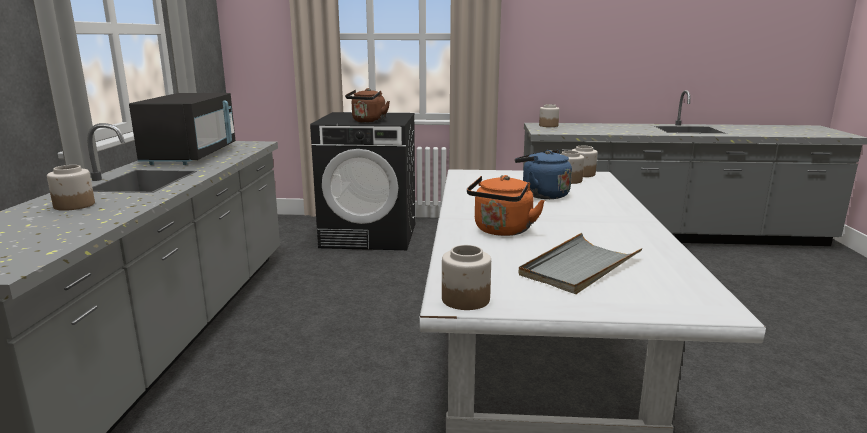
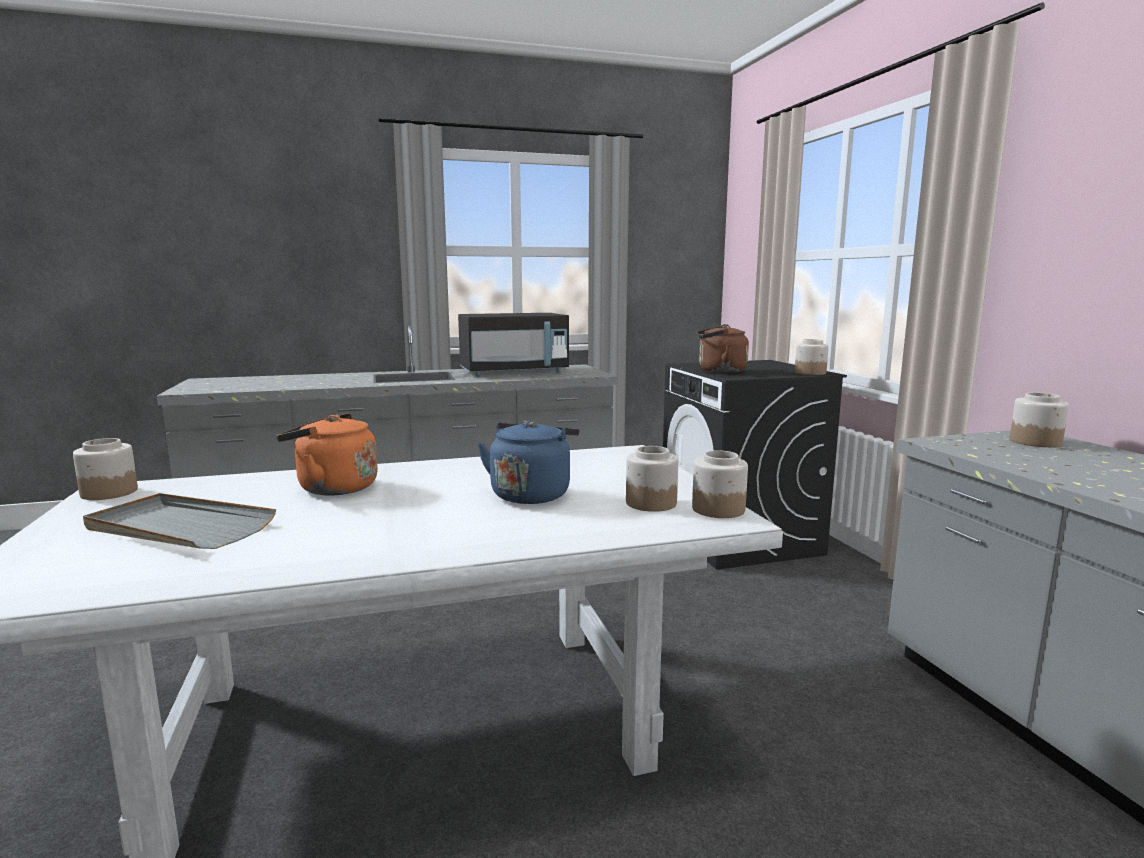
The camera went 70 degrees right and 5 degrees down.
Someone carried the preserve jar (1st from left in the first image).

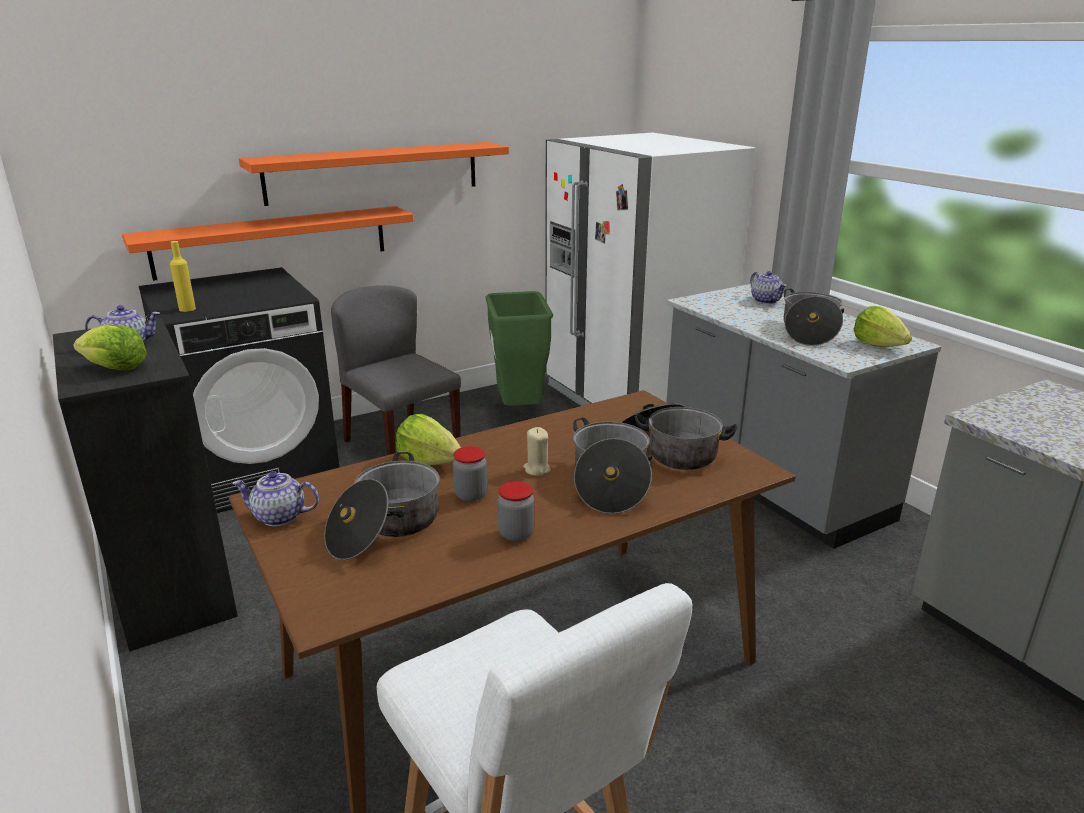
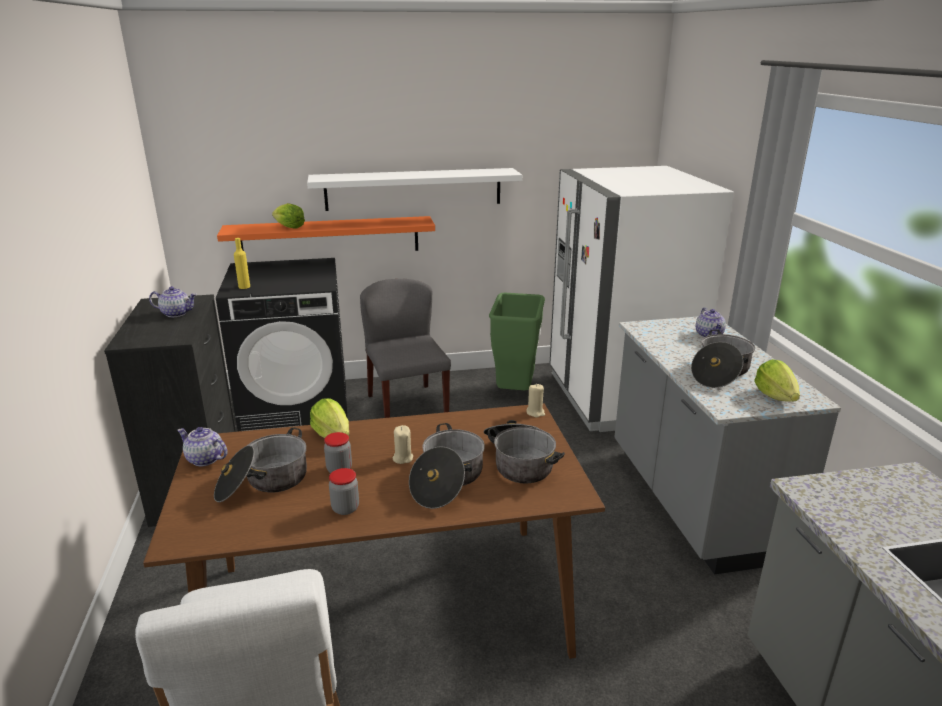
The camera went 20 degrees right and 0 degrees up.
Someone carried the lettuce head (1st from left).
Someone repainted the orange shelf (2nd from left), which became the whitish shelf.
Someone put down the beige wax candle (2nd from left).

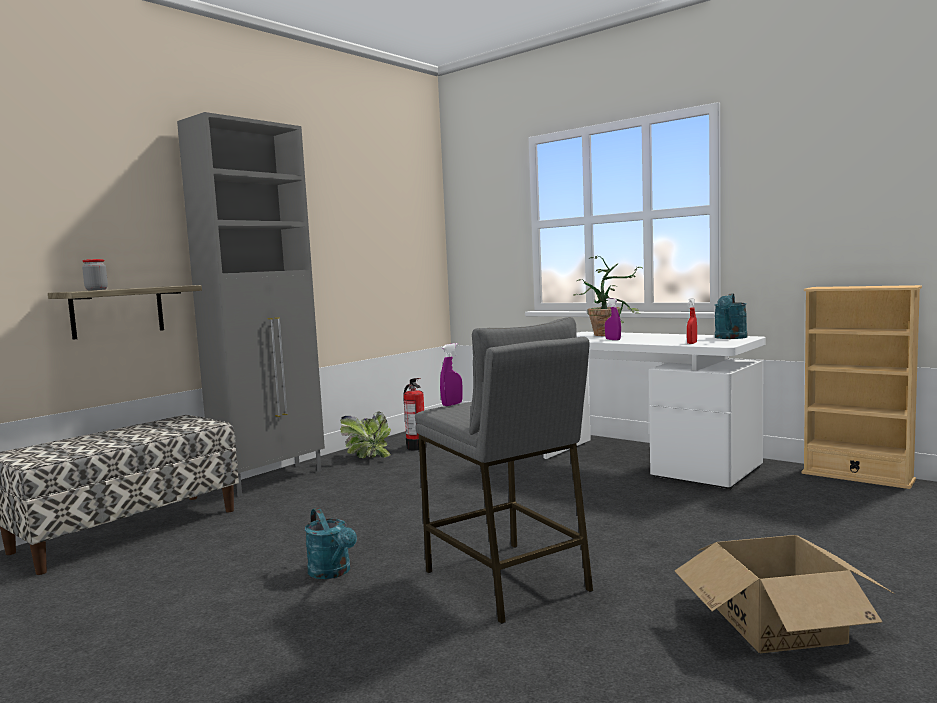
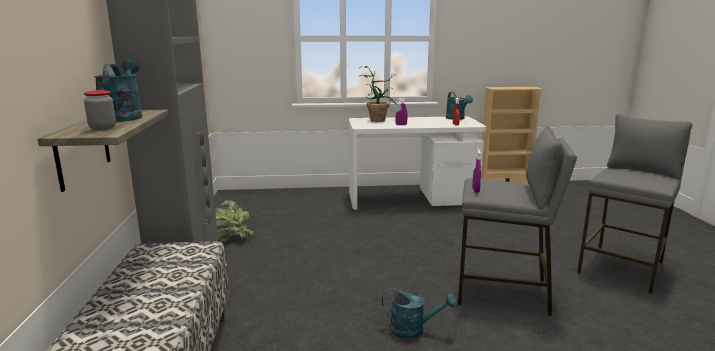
The camera went 45 degrees left and 10 degrees up.
Someone put down the turquoise-coloured watering pot (1st from left).
Someone swapped the packing box for the grey sitting stool (2nd from left).
Someone took away the extinguisher.

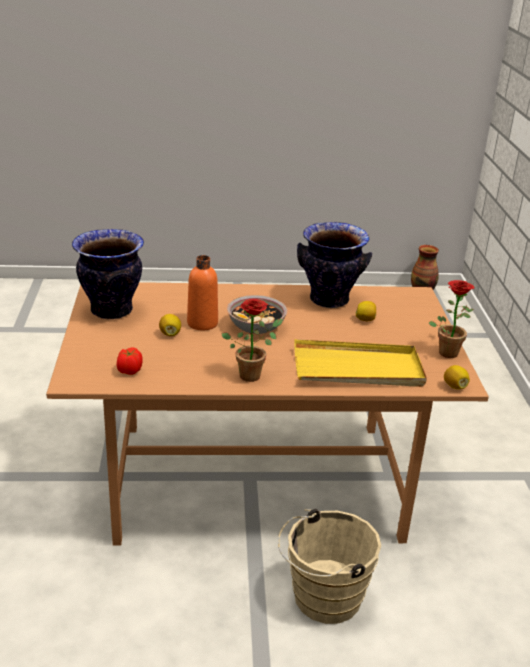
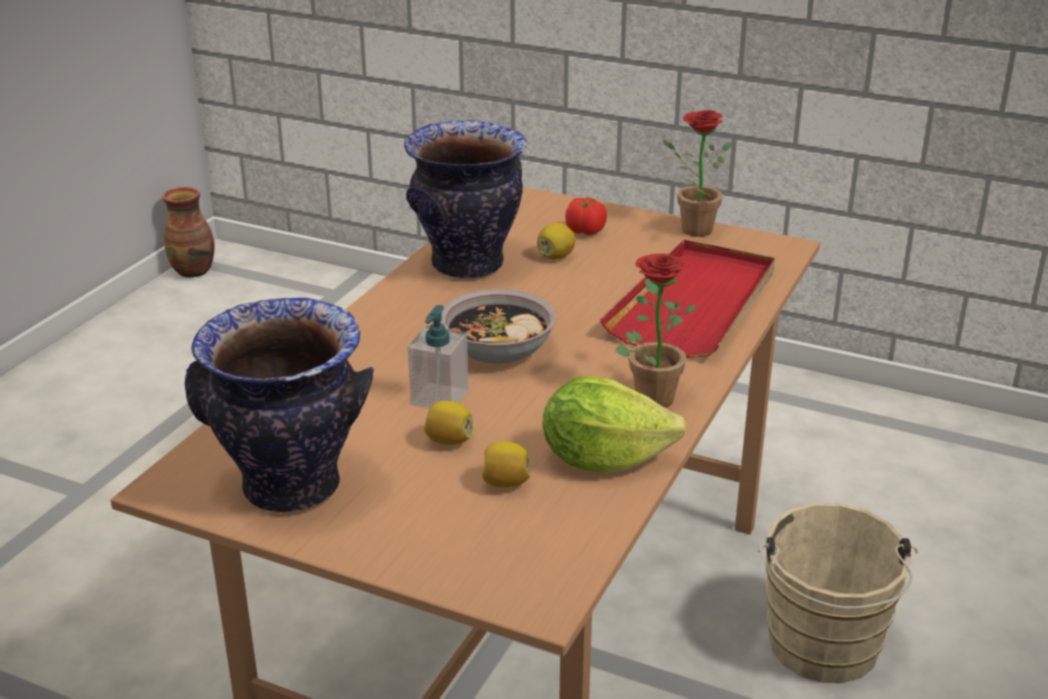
The camera went 60 degrees left and 0 degrees up.
Someone swapped the orange beverage bottle for the soap bottle.
Someone carried the citrus fruit (3rd from left in the first image).
Someone put down the lettuce head.
Someone carried the fresh tomato.
Someone repainted the yellow serving tray, which became the red-coloured serving tray.

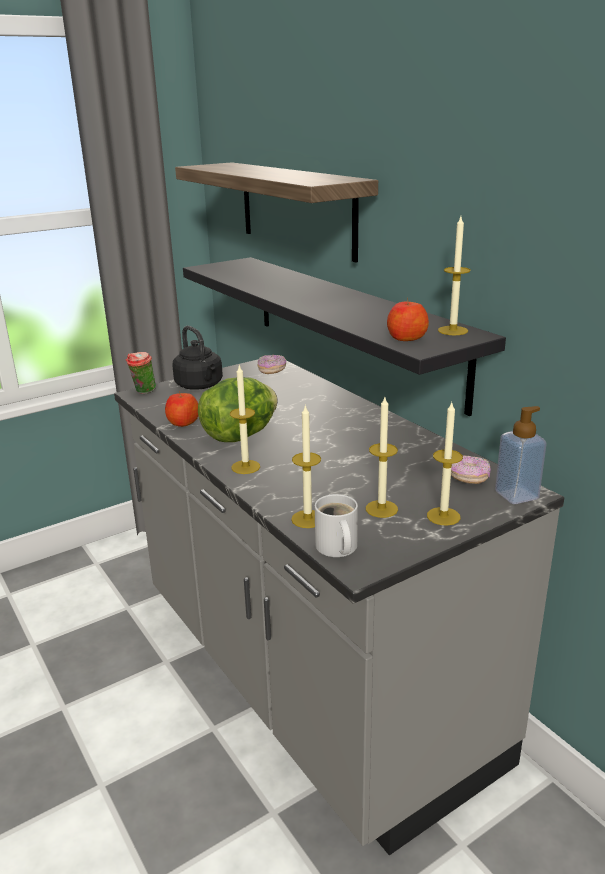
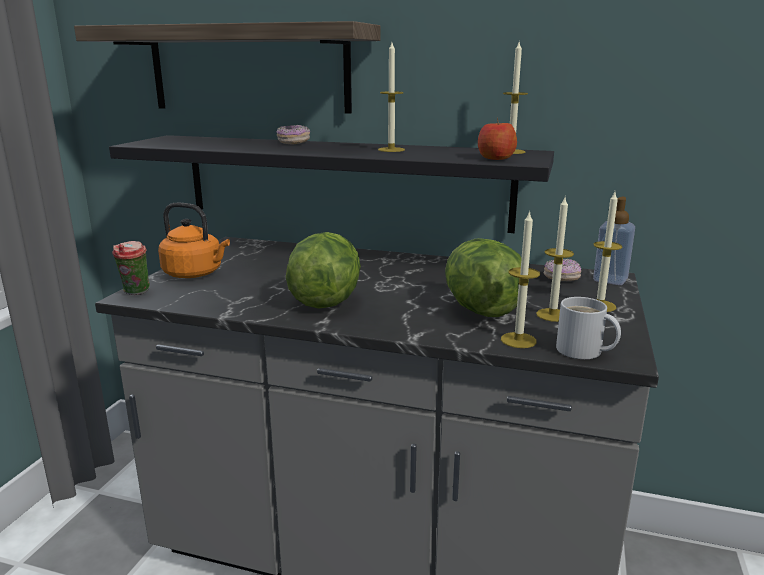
The camera went 40 degrees left and 5 degrees down.
Someone repainted the black-coloured kettle, which became the orange kettle.
Someone carried the ring doughnut (1st from left).
Someone carried the wax candle (1st from left).
Someone put down the lettuce head (2nd from left).
Someone took away the apple (1st from left).

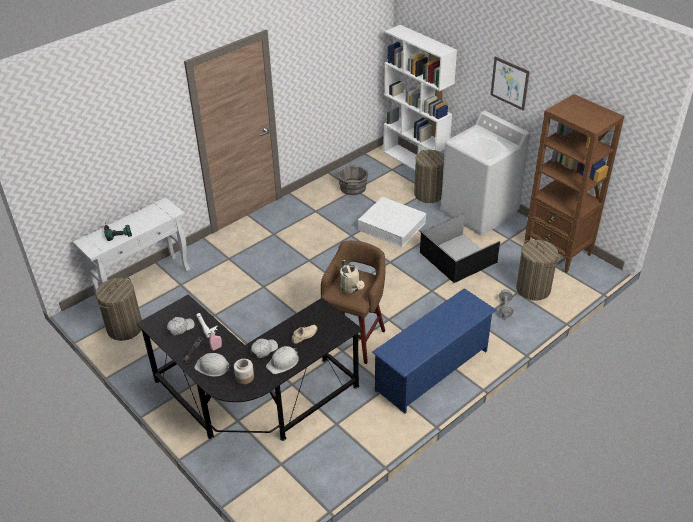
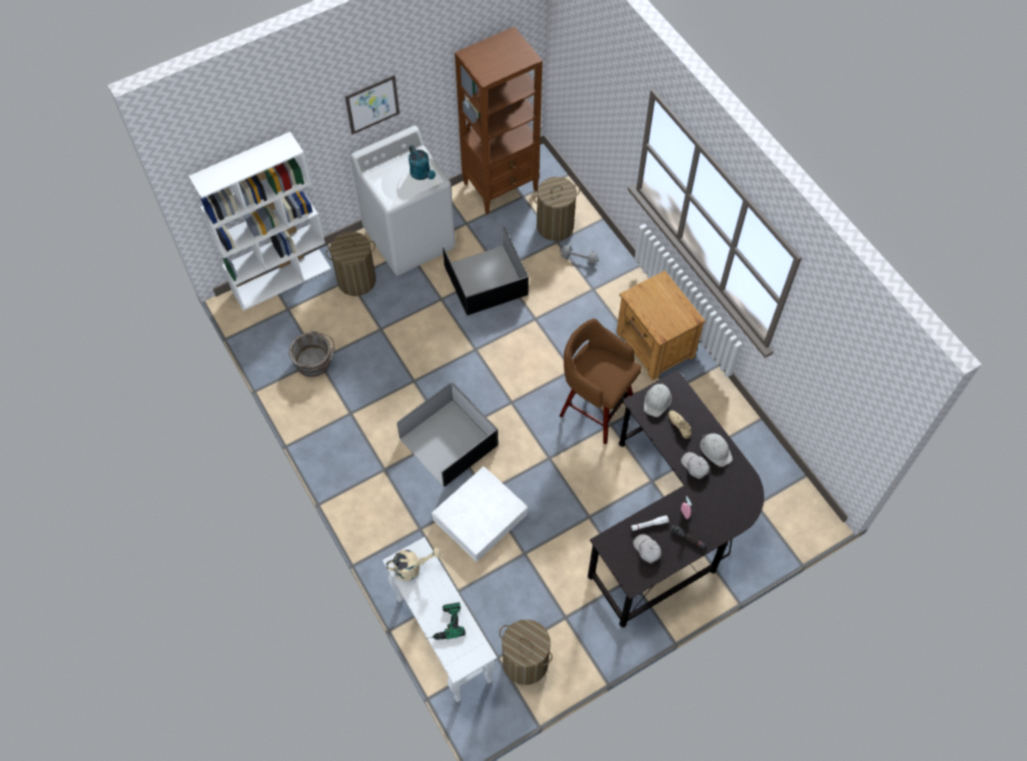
The camera went 80 degrees left and 20 degrees up.
Someone carried the beige watering pot.
Someone put down the black-coloured storage container (1st from left).
Someone put down the turquoise-coloured watering pot.
Someone carried the whitish storage container.
Someone swapped the blue shoe rack for the brown-coloured night table.
Someone carried the whitish hard hat (1st from left).
Someone took away the preserve jar.

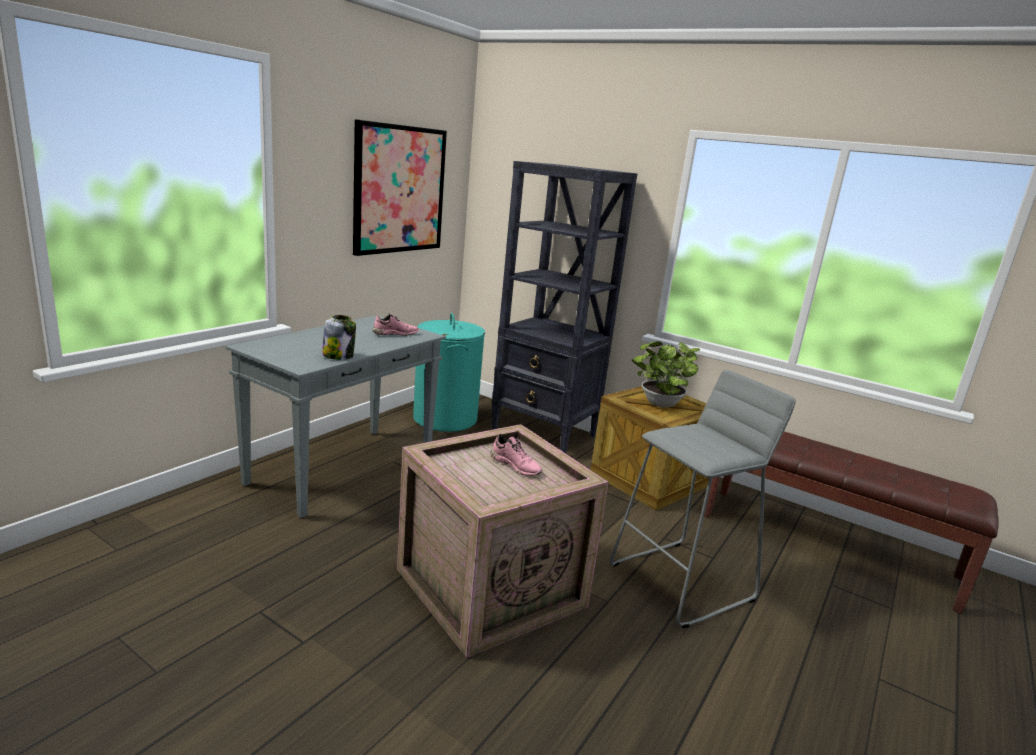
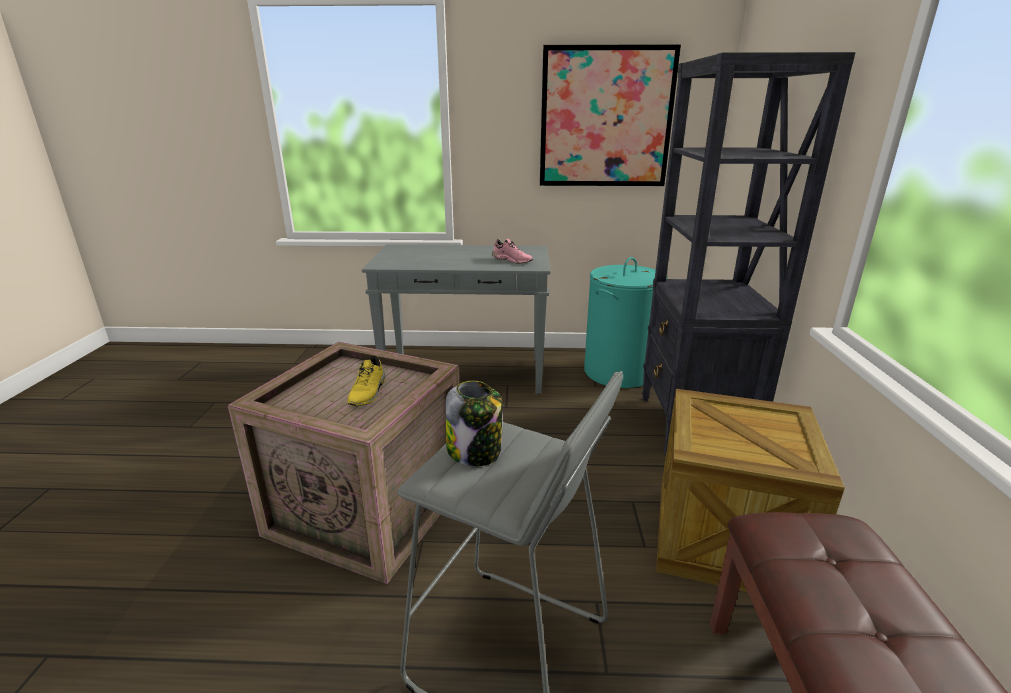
The camera went 60 degrees right and 5 degrees up.
Someone repainted the pink-coloured shoe (2nd from left), which became the yellow shoe.
Someone carried the preserve jar.
Someone took away the plant in a pot.

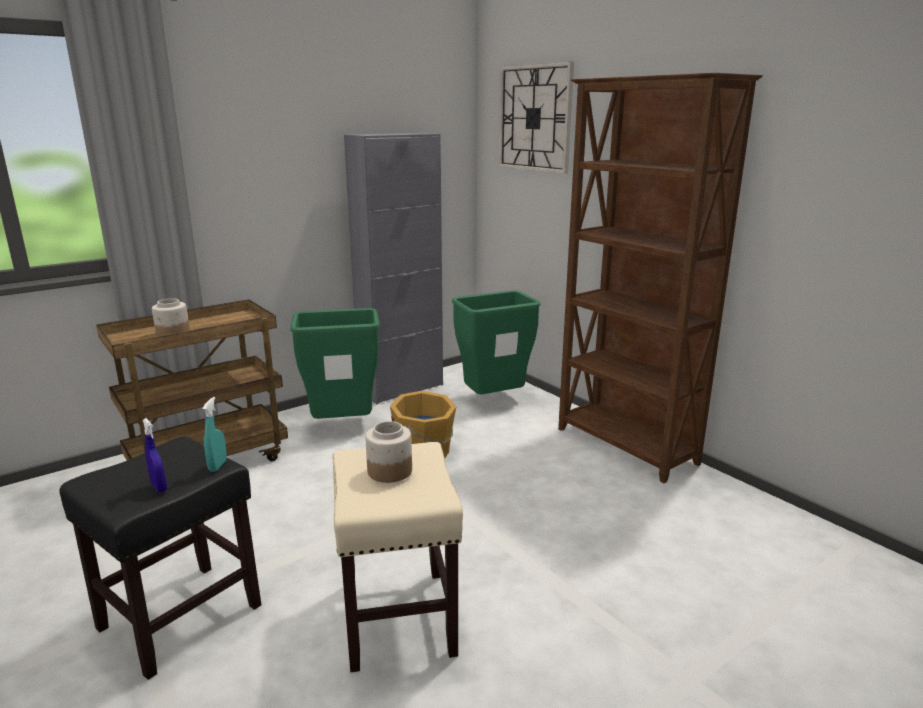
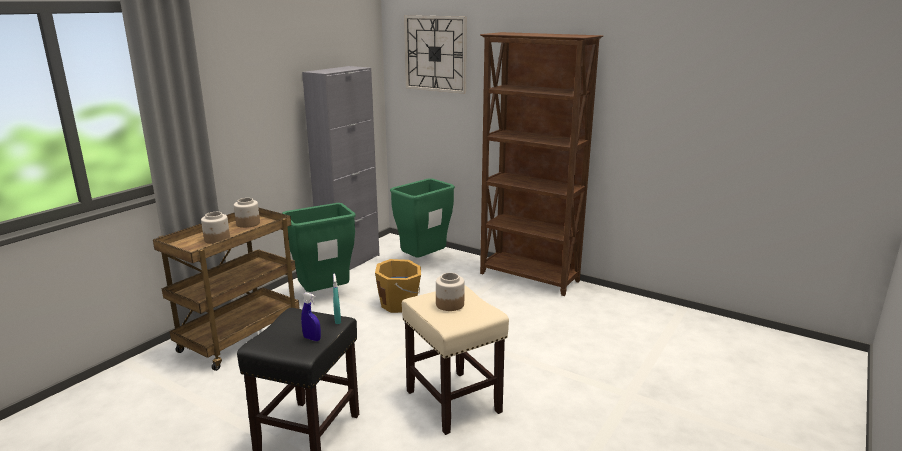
The camera went 20 degrees left and 0 degrees up.
Someone put down the preserve jar (2nd from left).

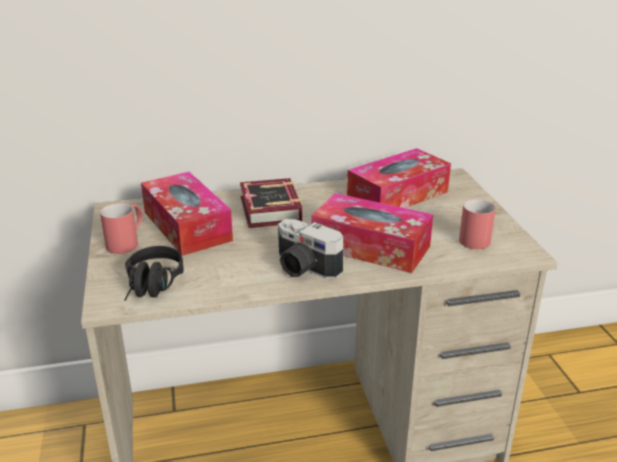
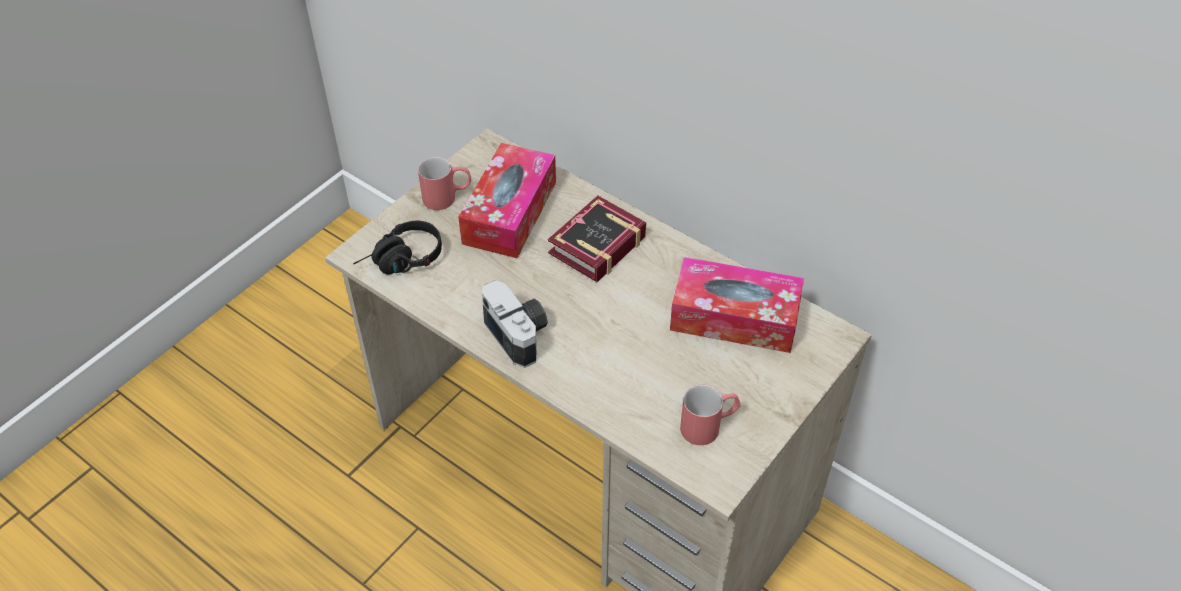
The camera went 50 degrees right and 20 degrees up.
Someone rotated the still camera by 150 degrees clockwise.
Someone took away the tissue box (2nd from left).

